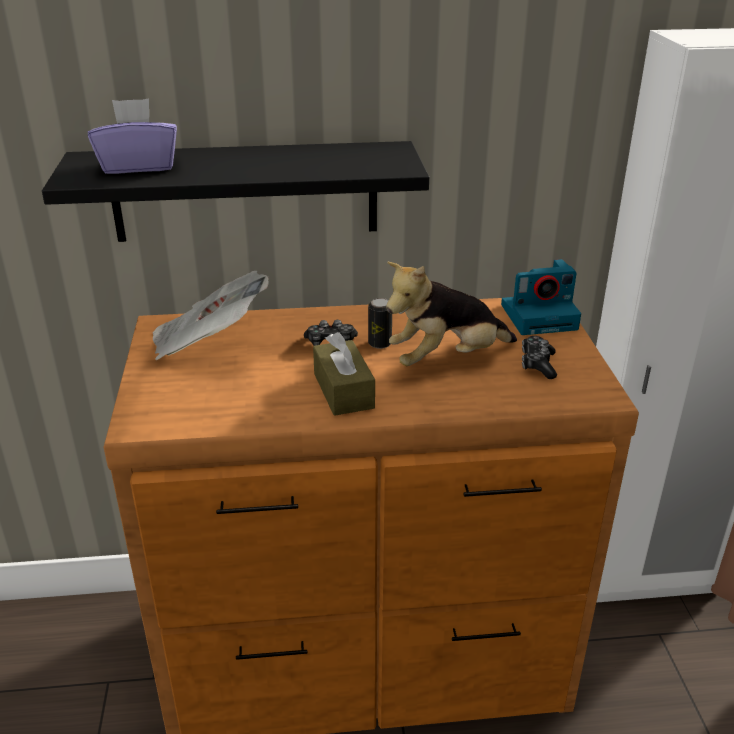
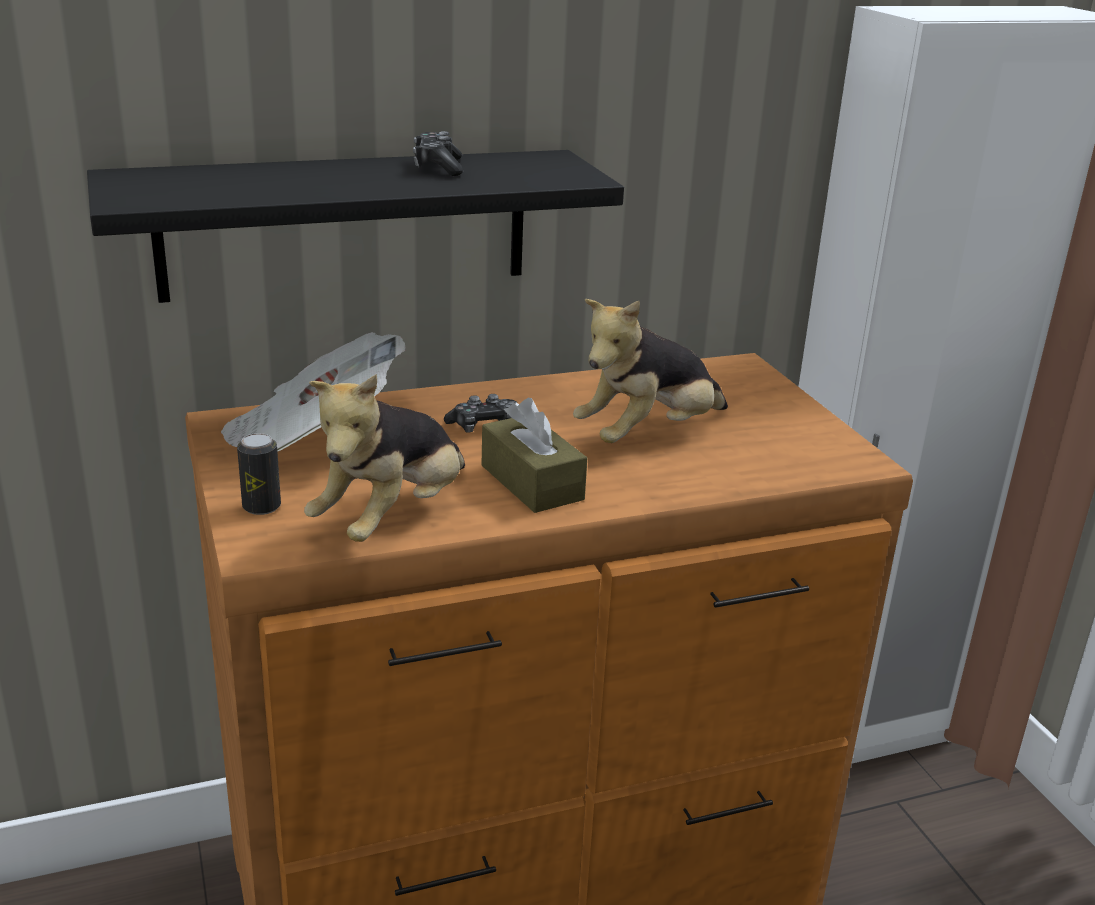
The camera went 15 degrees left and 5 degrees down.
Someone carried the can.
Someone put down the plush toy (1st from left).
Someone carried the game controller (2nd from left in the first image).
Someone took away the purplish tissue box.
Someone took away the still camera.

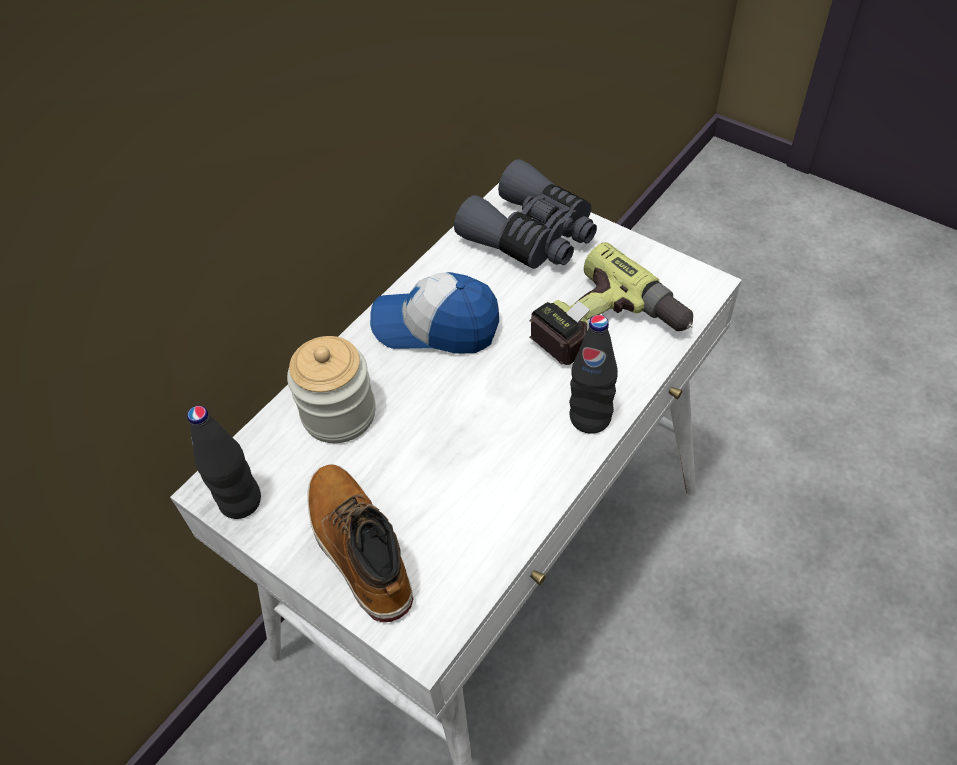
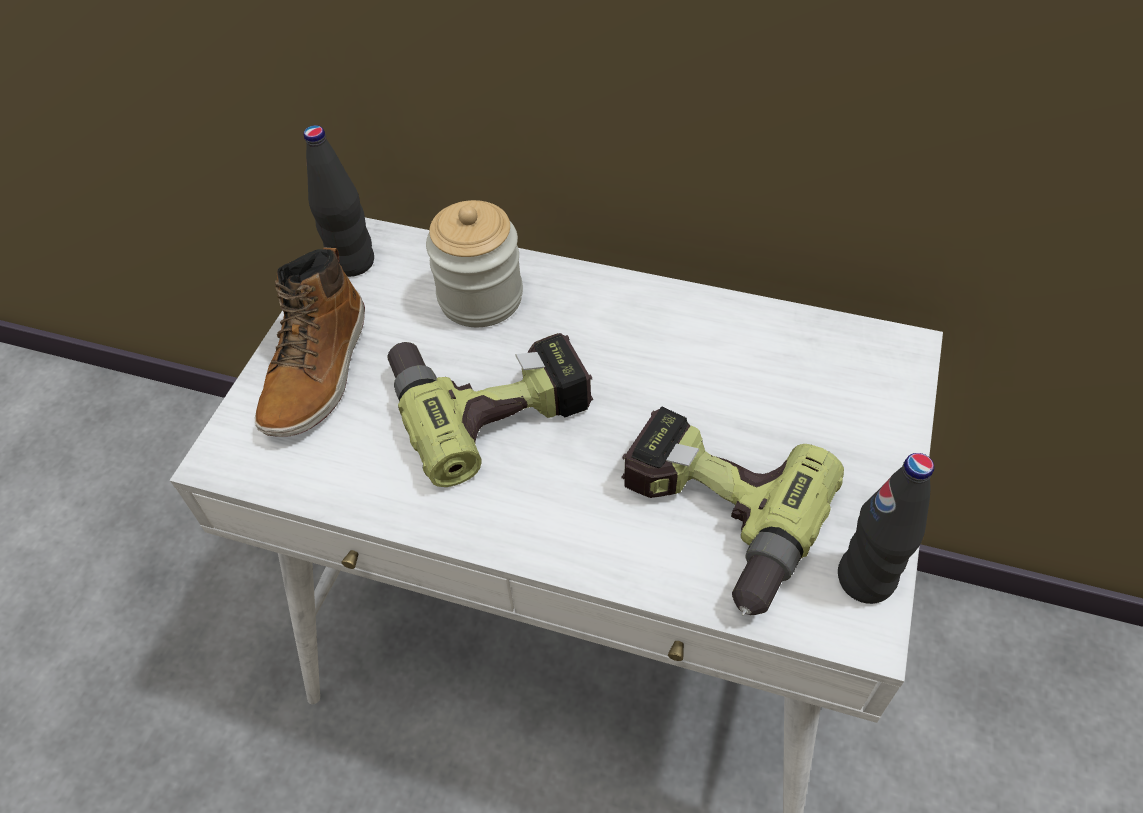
The camera went 70 degrees right and 0 degrees up.
Someone rotated the high-top boot by 150 degrees clockwise.
Someone put down the drill (1st from left).
Someone carried the black-coloured beverage bottle (2nd from left).
Someone took away the baseball cap.
Someone took away the grey field glasses.

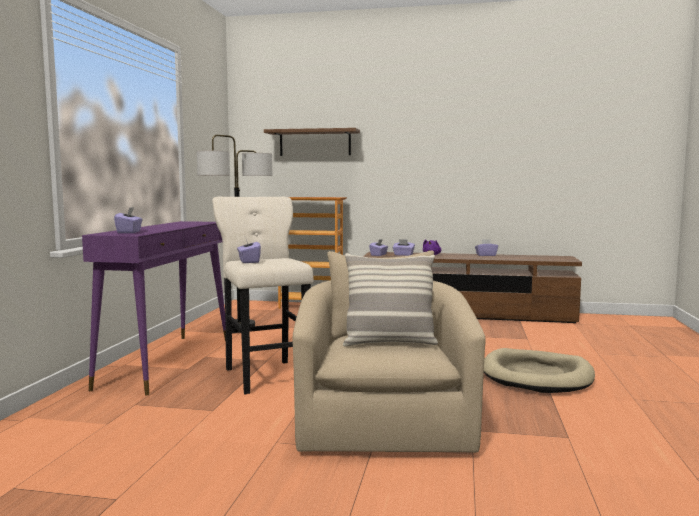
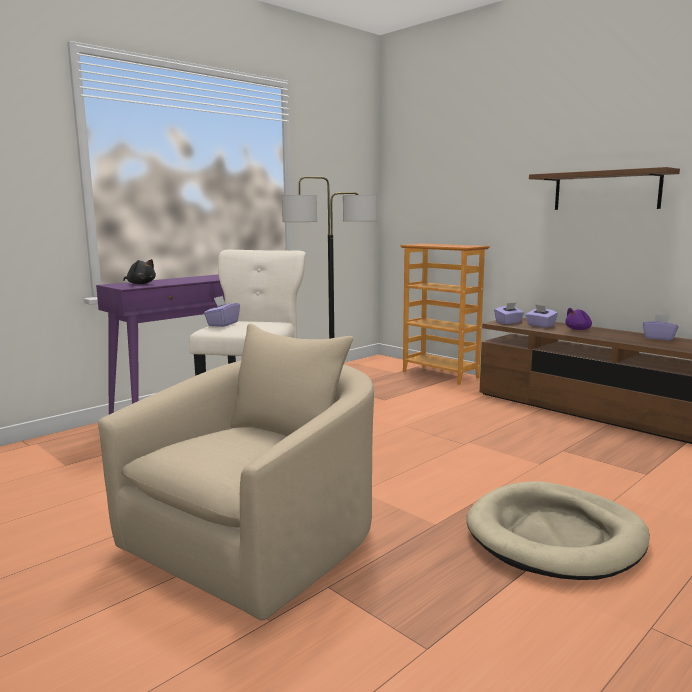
The camera went 35 degrees right and 5 degrees up.
Someone swapped the purplish tissue box (1st from left) for the black-coloured plush toy.
Someone carried the brown-coloured shelf.
Someone took away the cushion.

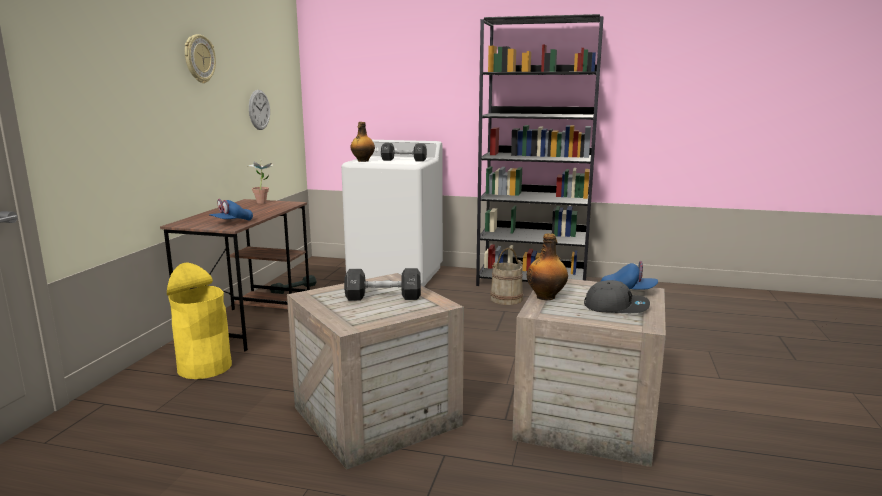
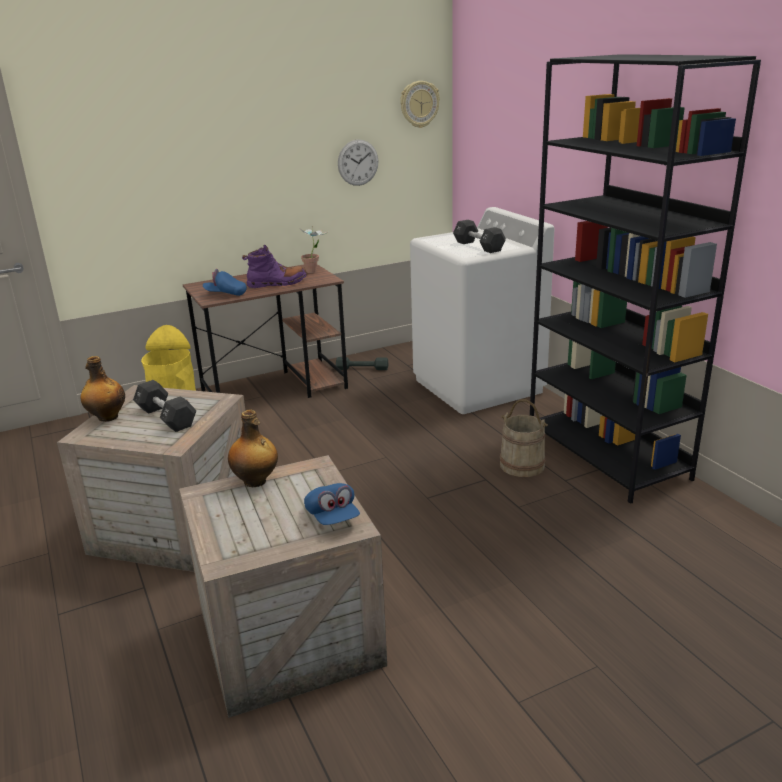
The camera went 50 degrees right and 10 degrees up.
Someone carried the beverage bottle (1st from left).
Someone put down the purplish high-top boot.
Someone carried the wall clock (1st from left in the first image).
Someone took away the grey baseball cap.

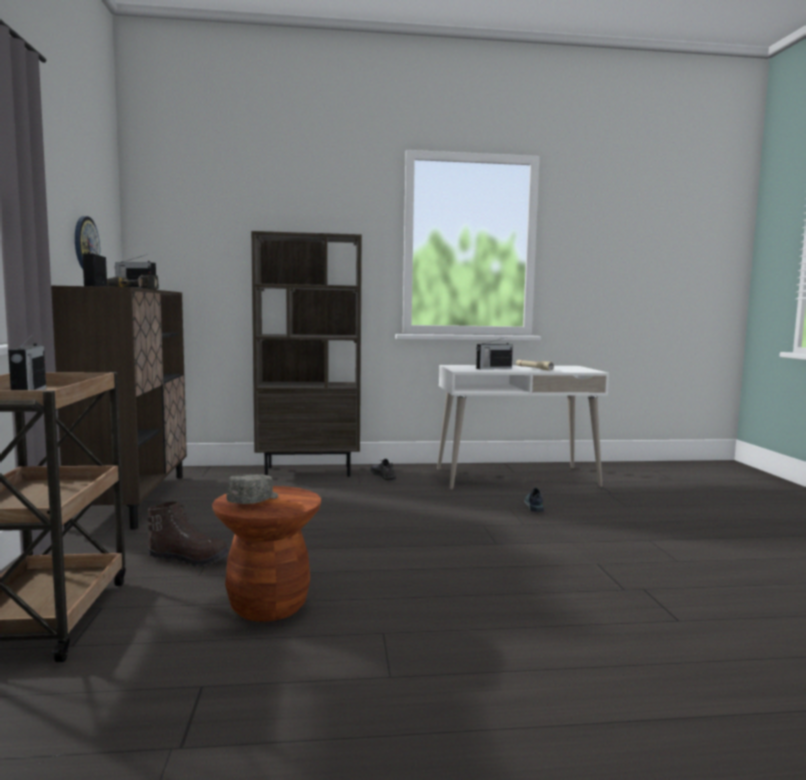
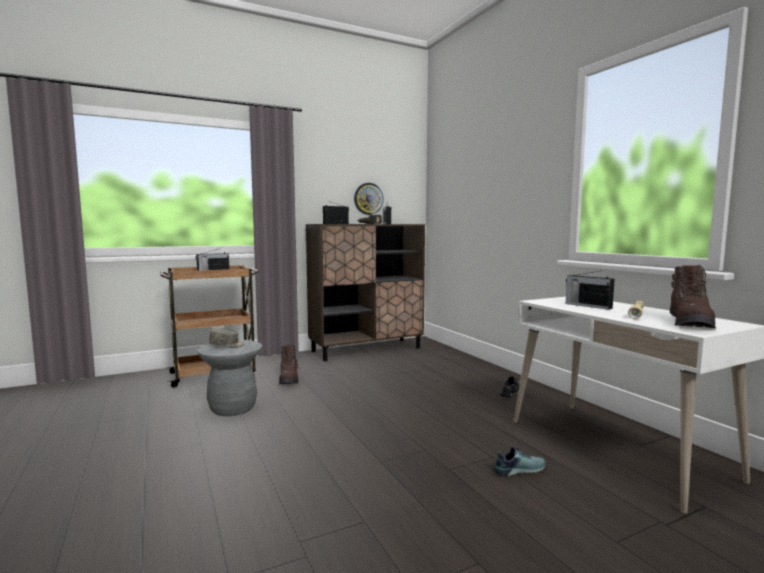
The camera went 70 degrees right and 0 degrees up.
Someone repainted the brown-coloured sitting stool, which became the grey sitting stool.
Someone put down the brown-coloured high-top boot (2nd from left).
Someone took away the brown-coloured bookcase.

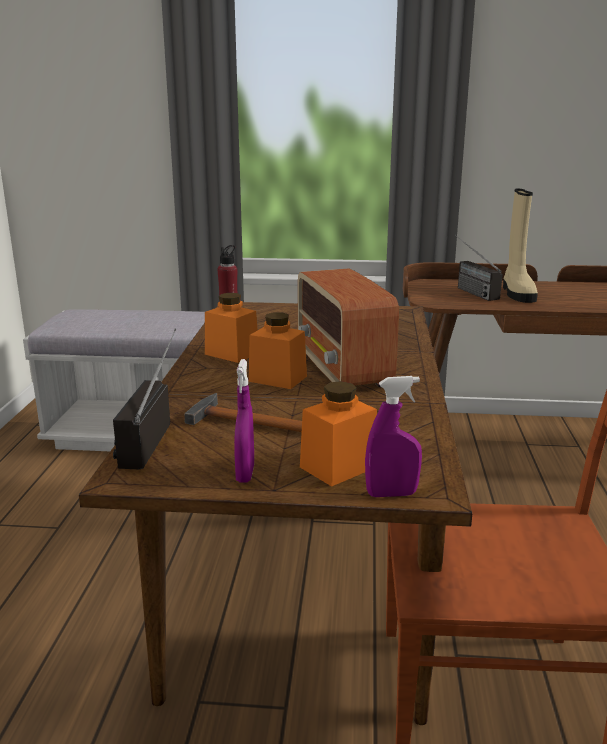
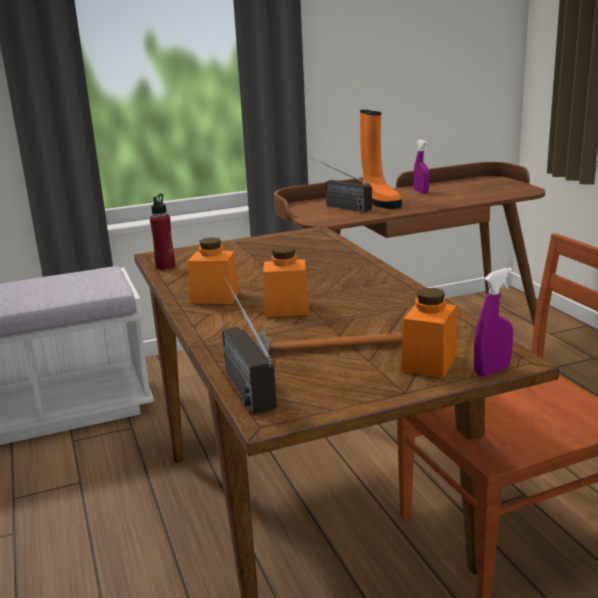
The camera went 25 degrees left and 0 degrees up.
Someone repainted the beige high-top boot, which became the orange high-top boot.
Someone carried the purplish hand sprayer (1st from left).
Someone took away the radio receiver (2nd from left).

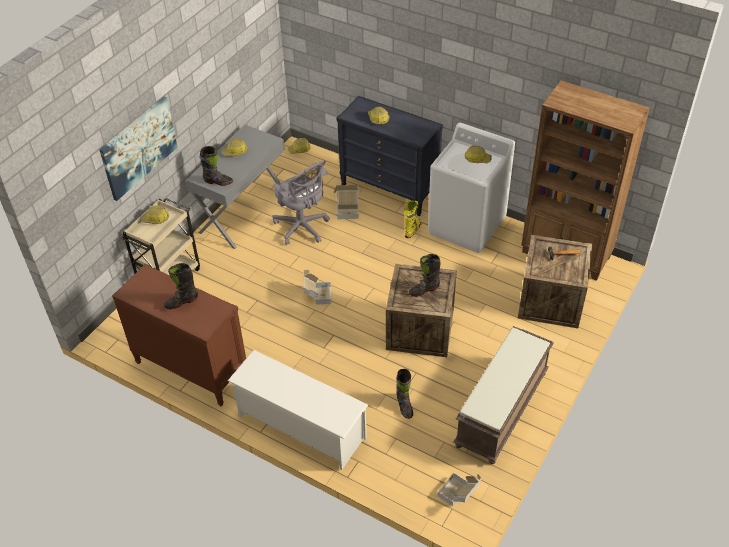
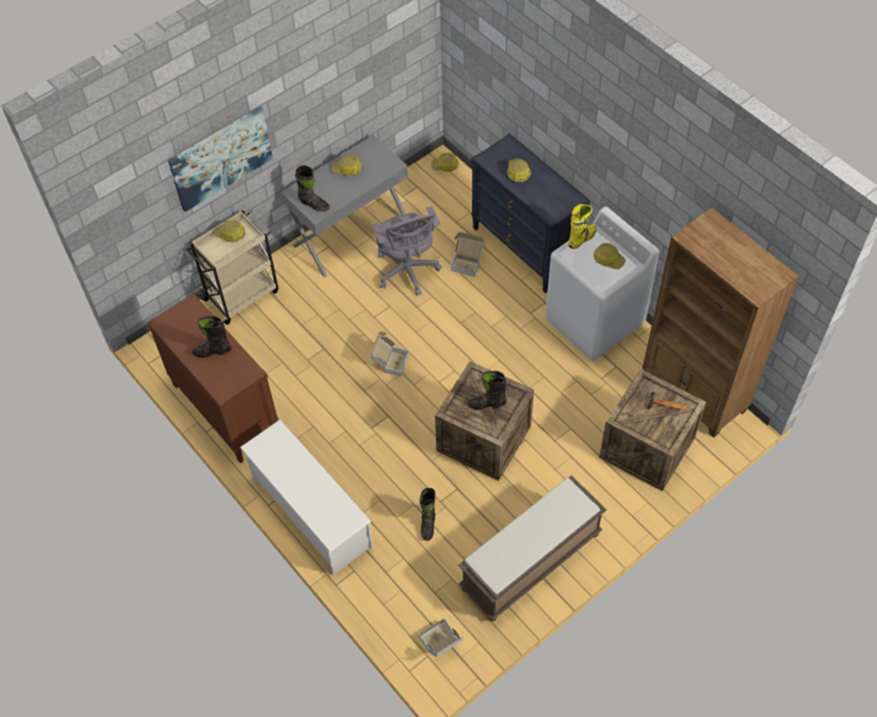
The camera went 20 degrees right and 10 degrees up.
Someone carried the yellow high-top boot.

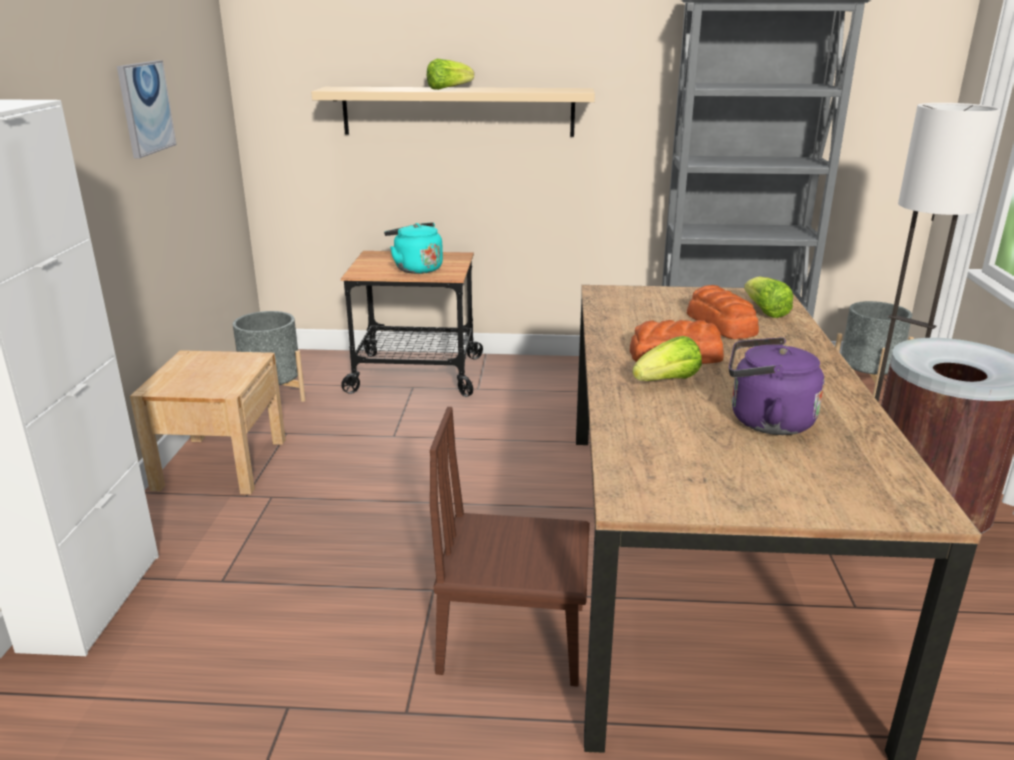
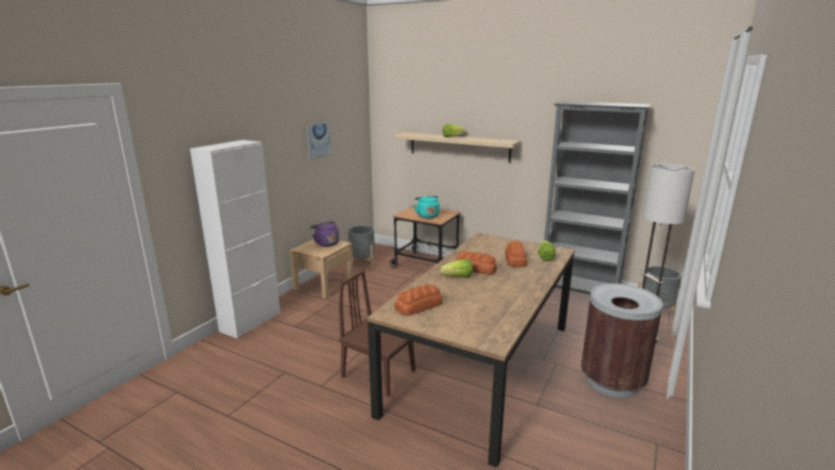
The camera went 25 degrees right and 5 degrees down.
Someone carried the purplish kettle.
Someone put down the bread (1st from left).

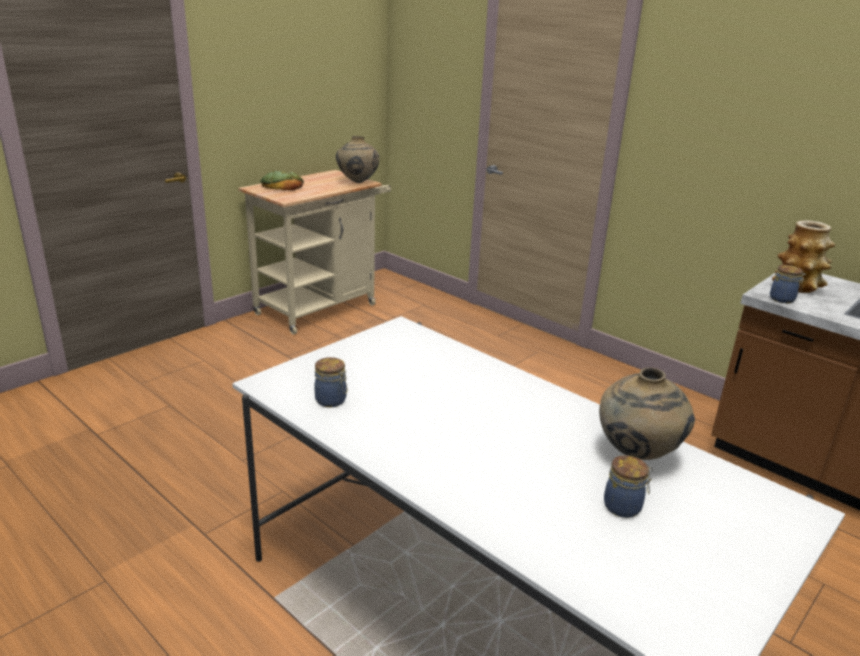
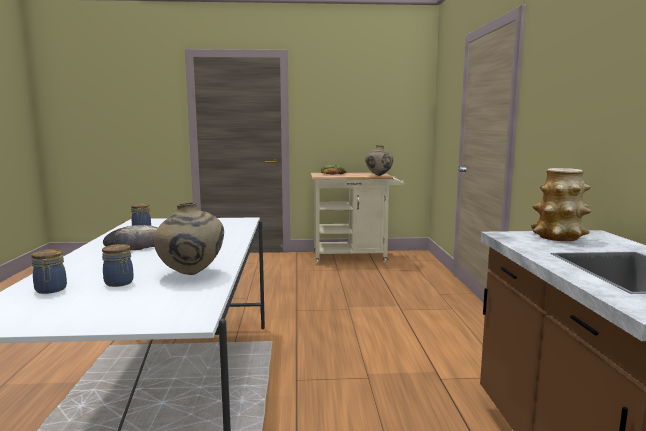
The camera went 45 degrees right and 15 degrees down.
Someone carried the preserve jar (3rd from left in the first image).
Someone put down the bread (1st from left).

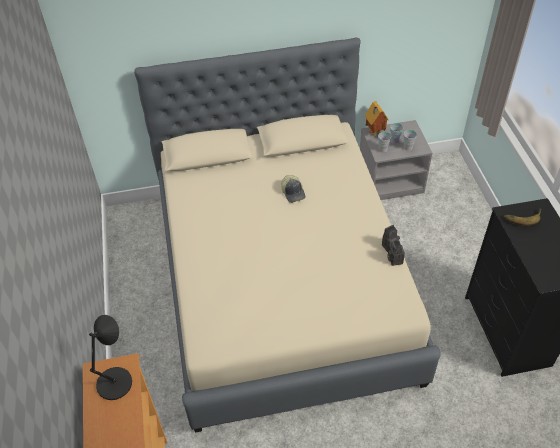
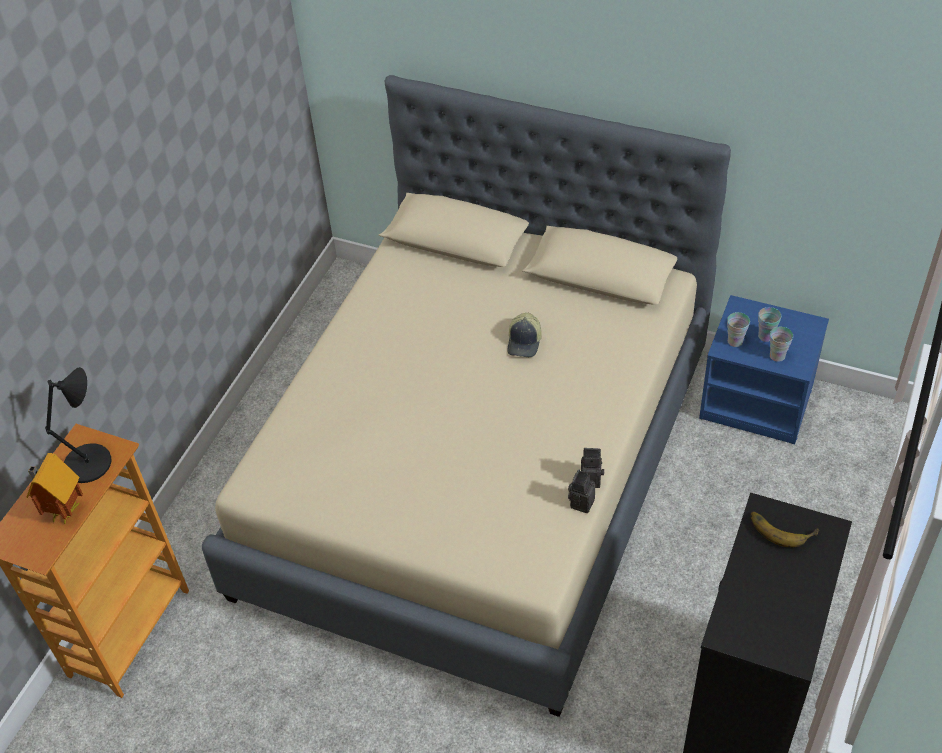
The camera went 35 degrees right and 0 degrees up.
Someone carried the miniature house.
Someone repainted the grey night table, which became the blue night table.

